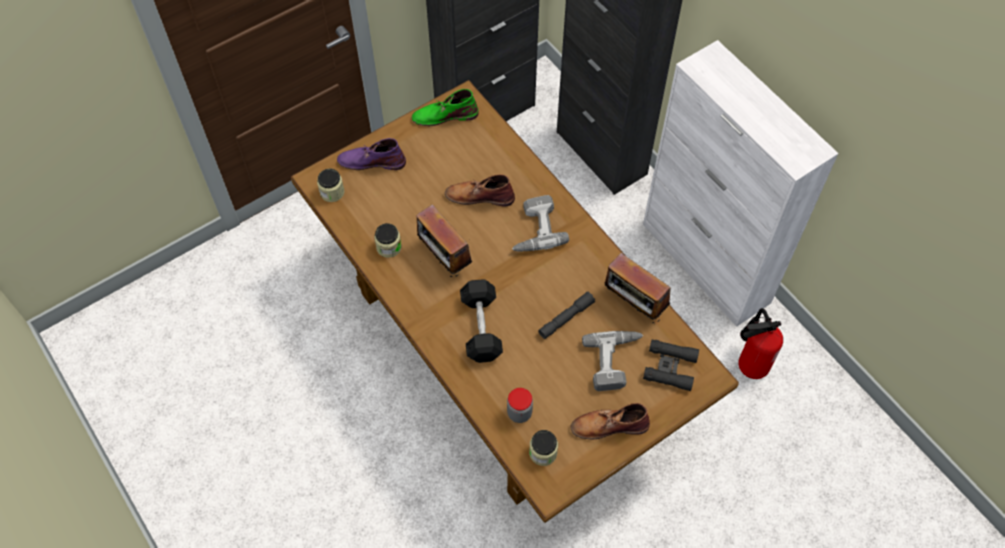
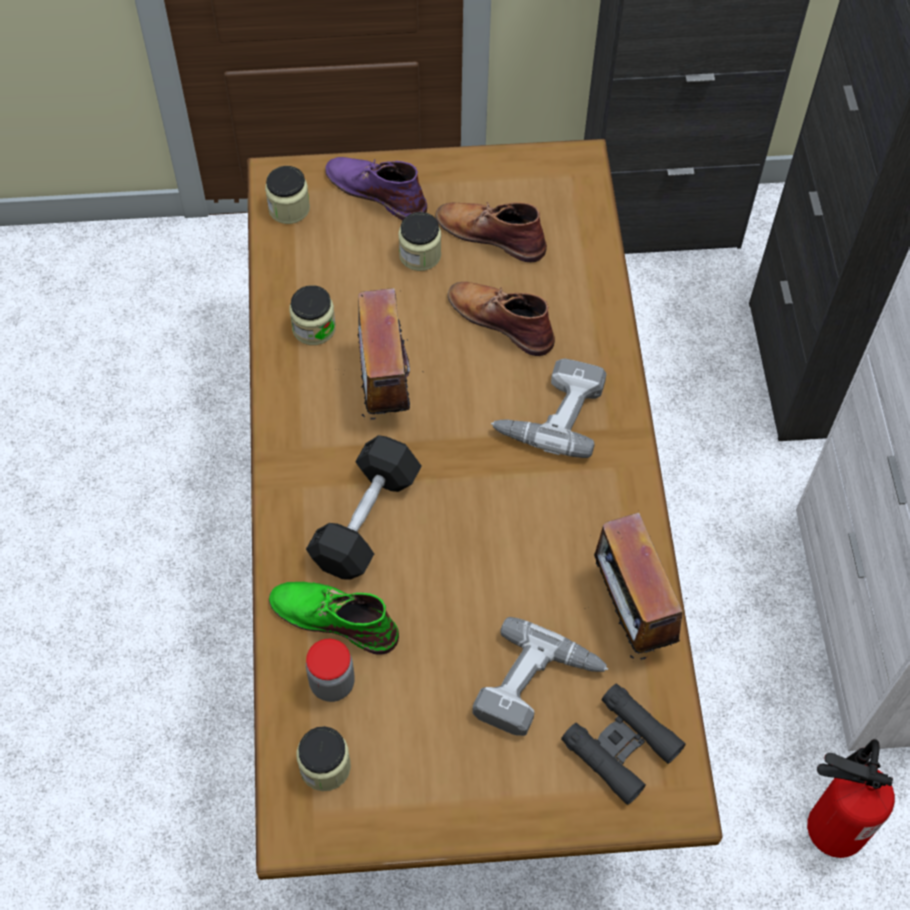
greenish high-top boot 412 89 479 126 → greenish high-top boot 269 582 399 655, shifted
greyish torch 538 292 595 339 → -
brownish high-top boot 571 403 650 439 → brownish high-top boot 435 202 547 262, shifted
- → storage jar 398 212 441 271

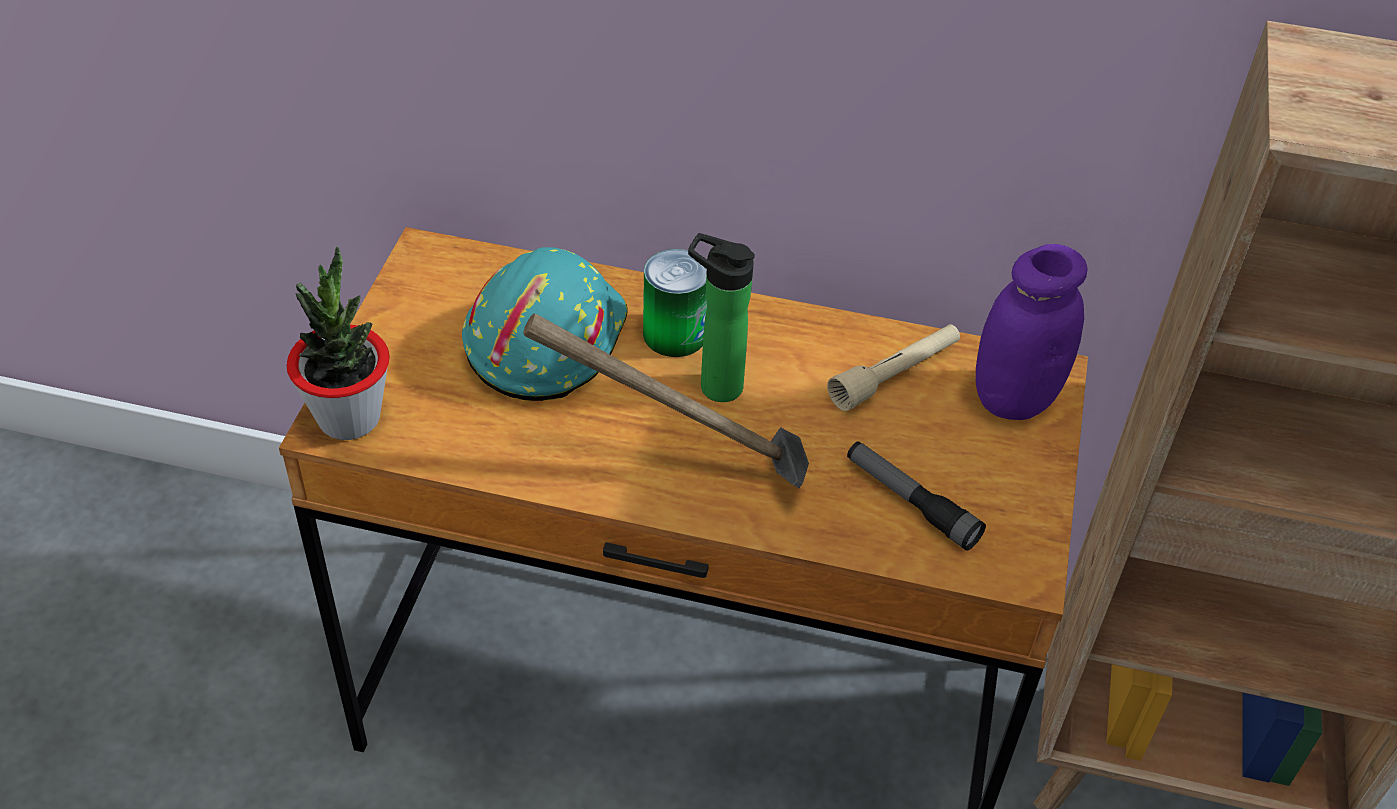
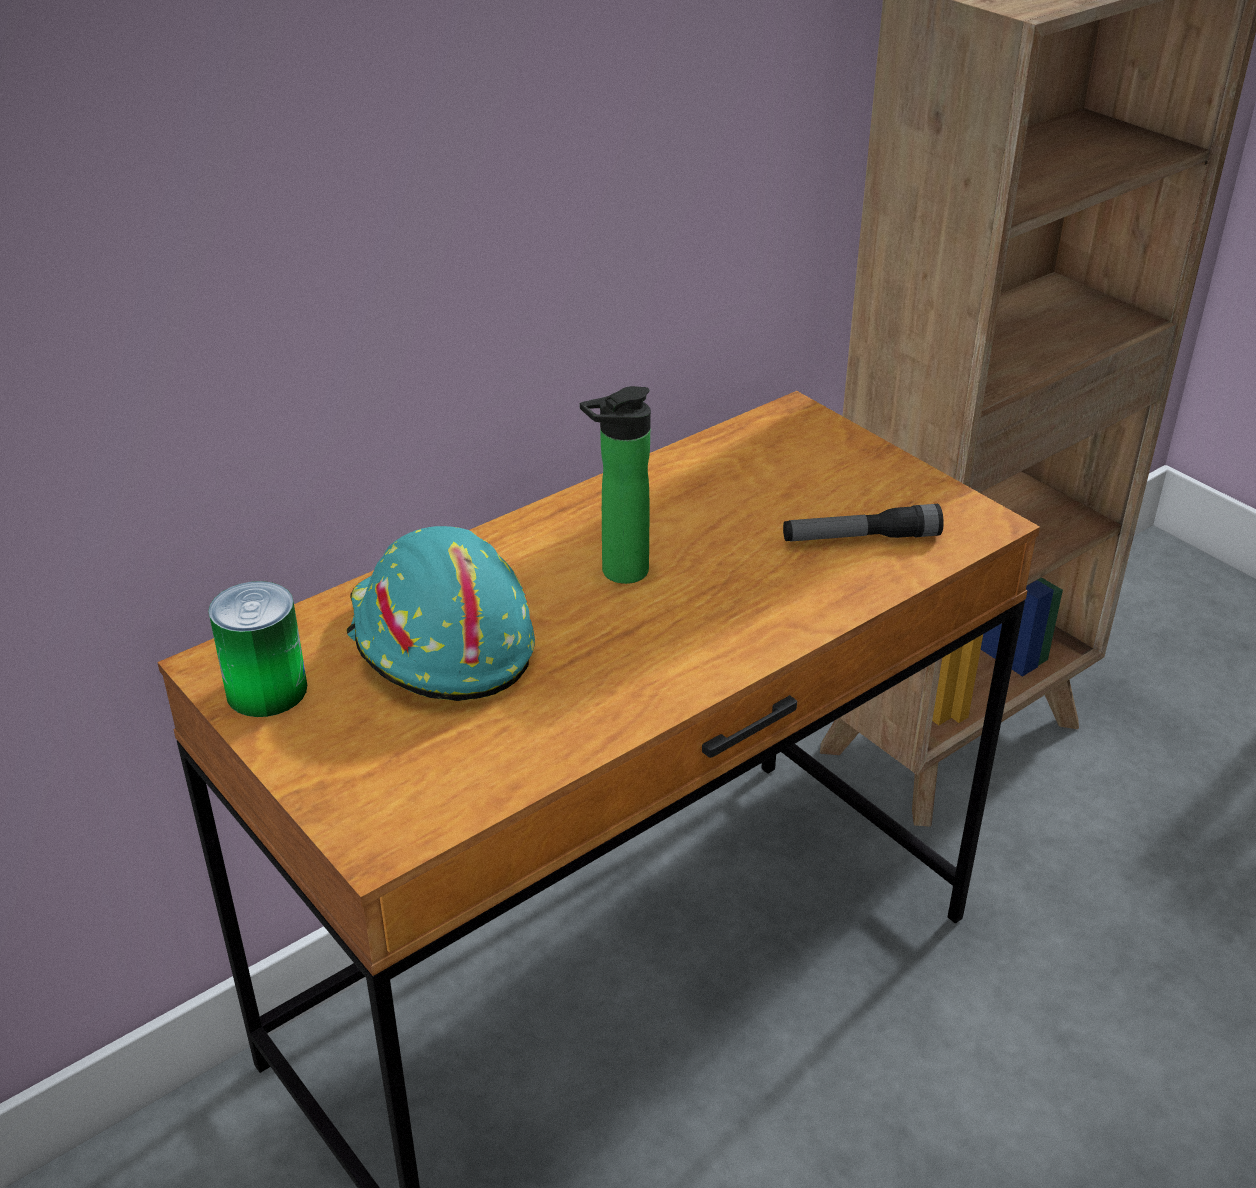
purple storage jar 976 244 1088 420 → -
houseplant 286 247 390 440 → -
can 643 249 707 357 → can 208 581 307 717, shifted
hand hammer 523 314 809 488 → -
sand-coloured torch 827 324 960 411 → -

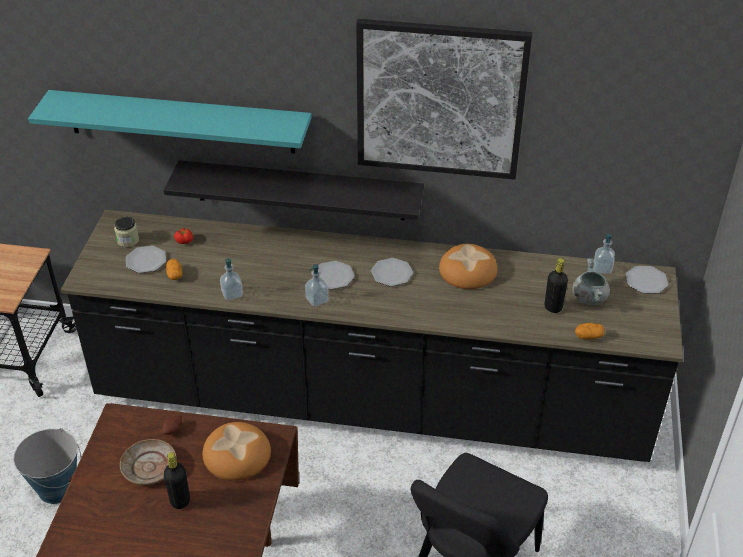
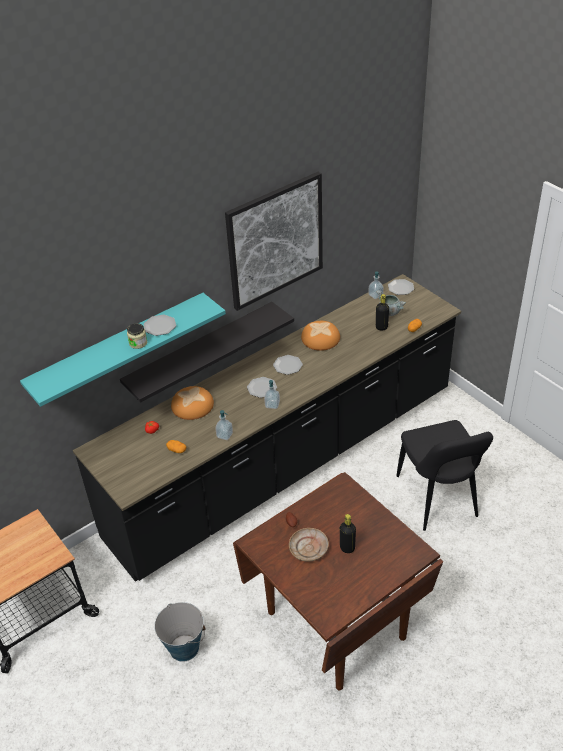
storage jar 114 217 139 247 → storage jar 127 323 147 349, shifted
plate 126 246 166 273 → plate 144 314 176 336, shifted
bread 203 422 271 481 → bread 171 386 214 420, shifted

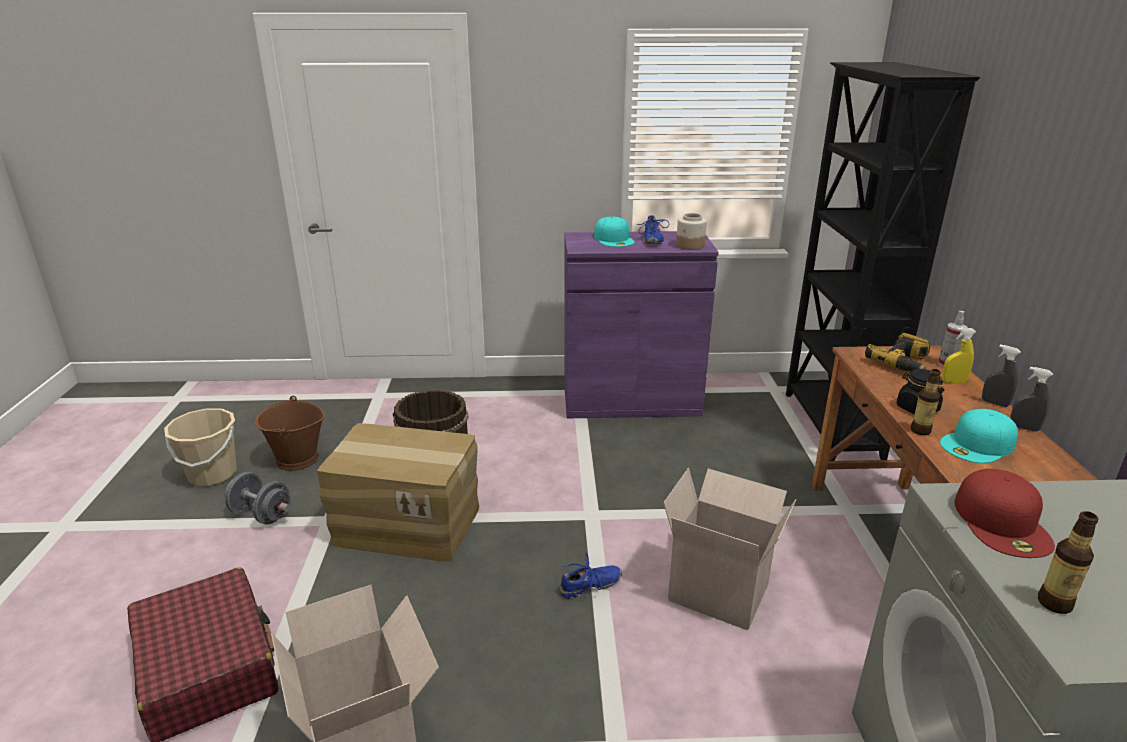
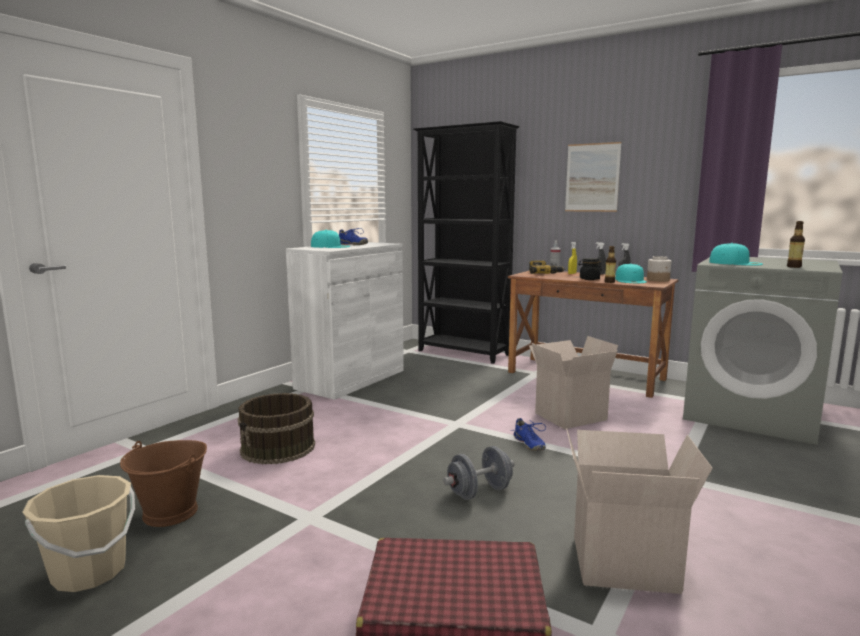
storage jar 676 213 707 250 → storage jar 647 256 671 282, shifted
purple storage cabinet 564 231 719 418 → white storage cabinet 286 242 404 400
carton 317 423 479 562 → -
red-coloured baseball cap 954 469 1055 558 → turquoise-coloured baseball cap 709 243 763 266
greyish dumbbell 225 472 291 525 → greyish dumbbell 443 446 515 500, shifted
bluish shoe 559 553 622 599 → bluish shoe 511 418 546 451, 150 degrees clockwise
- → picture 565 142 622 212

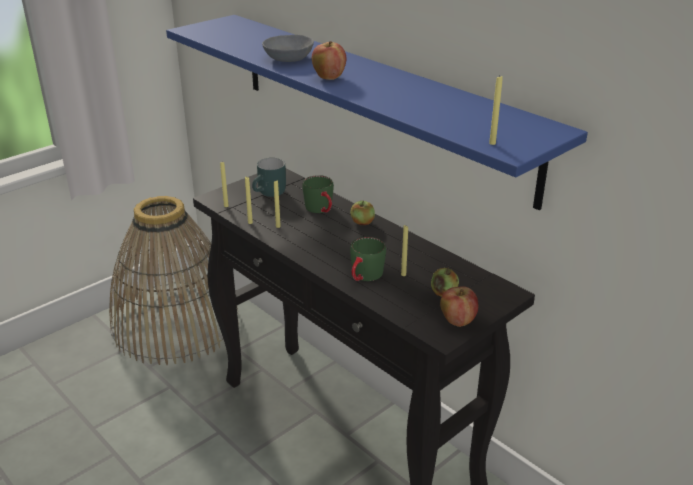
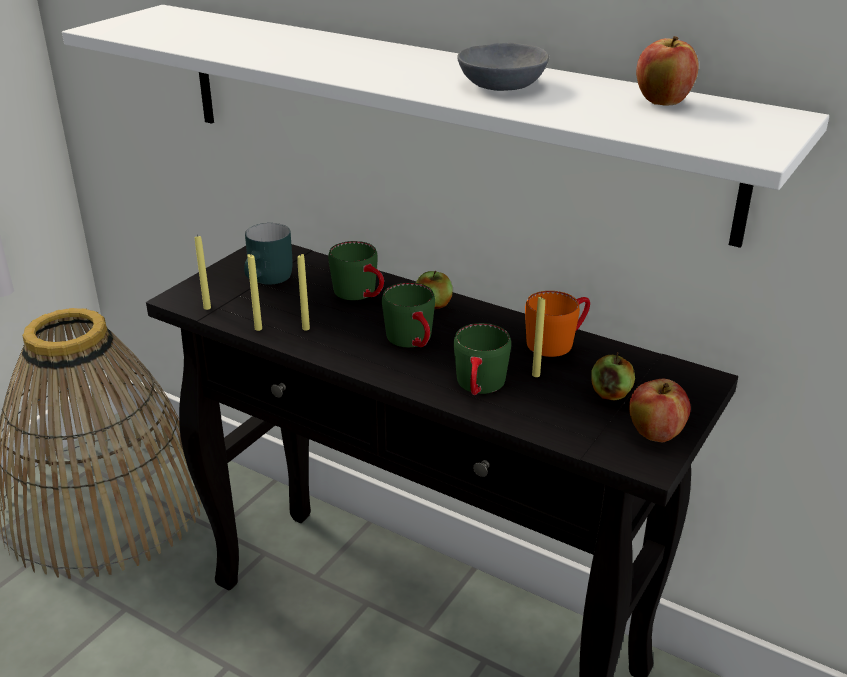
bluish shelf 166 15 588 210 → white shelf 62 5 829 248
greyish bowl 262 35 314 62 → greyish bowl 457 43 549 91, shifted
apple fruit 312 41 347 80 → apple fruit 636 36 699 106, shifted
yellowish wax light 489 76 503 145 → -
- → greenish mug 382 282 435 347
- → orange mug 525 291 590 357

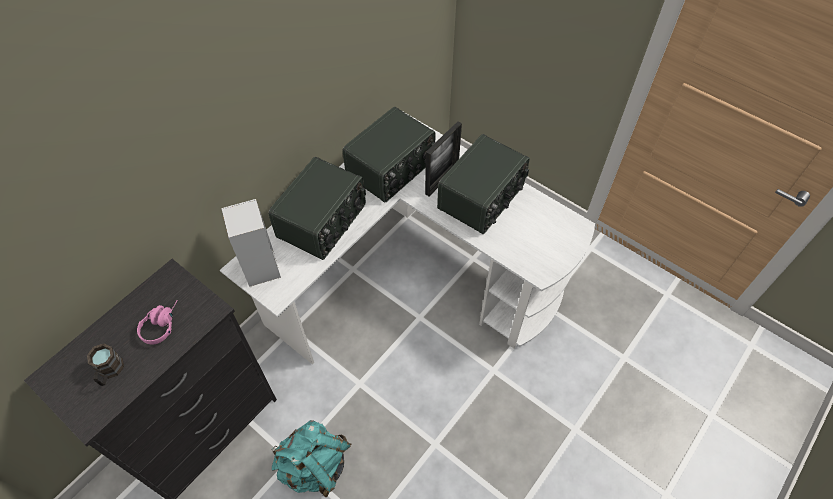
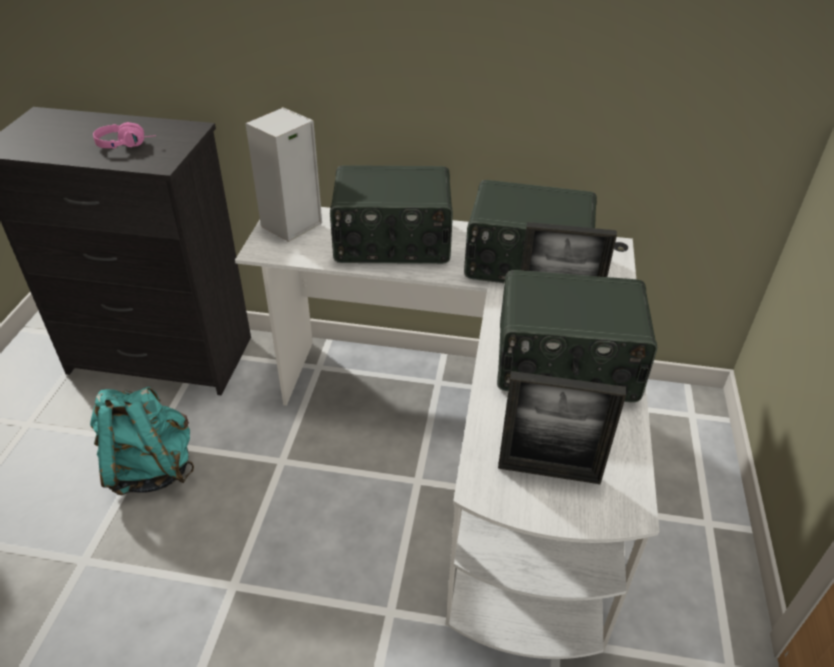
brownish mug 87 343 124 386 → -
- → picture frame 498 371 626 484

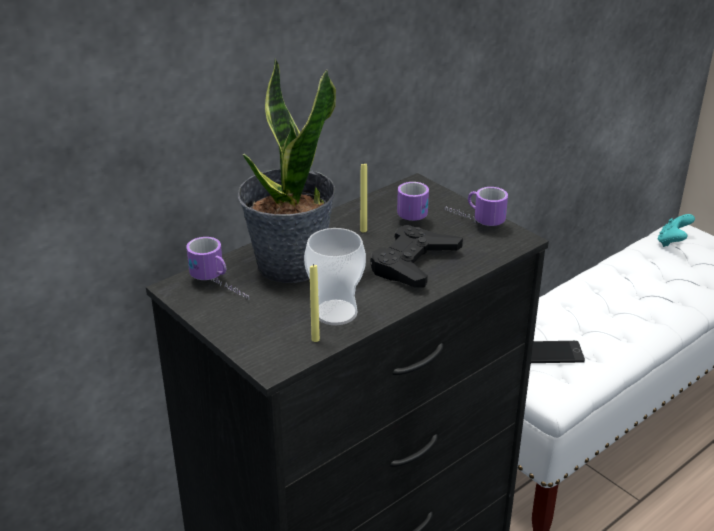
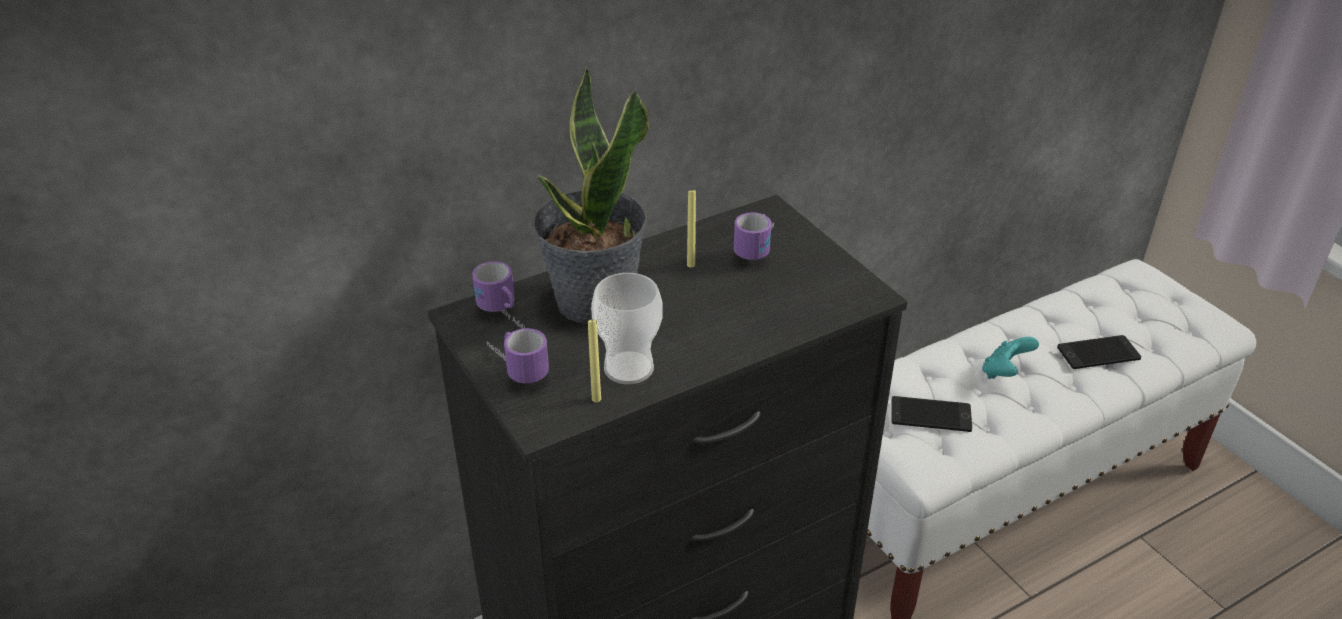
mug 445 187 508 226 → mug 487 328 549 383, shifted
turquoise-coloured joypad 658 214 695 247 → turquoise-coloured joypad 982 337 1039 379, shifted
blackish joypad 371 225 463 288 → -
- → phone 1057 335 1141 369

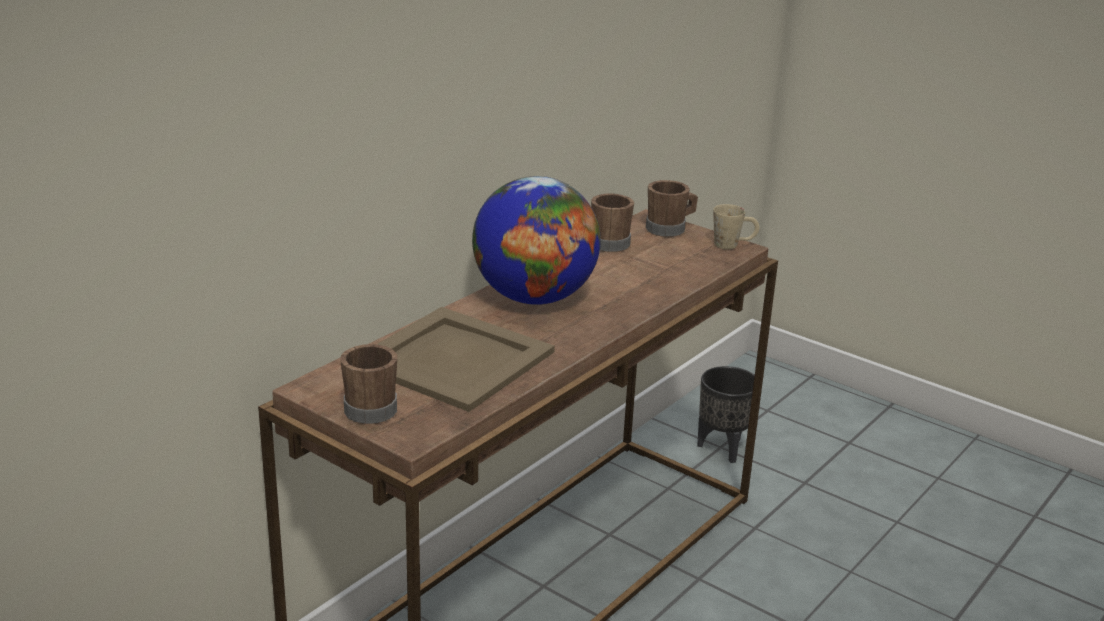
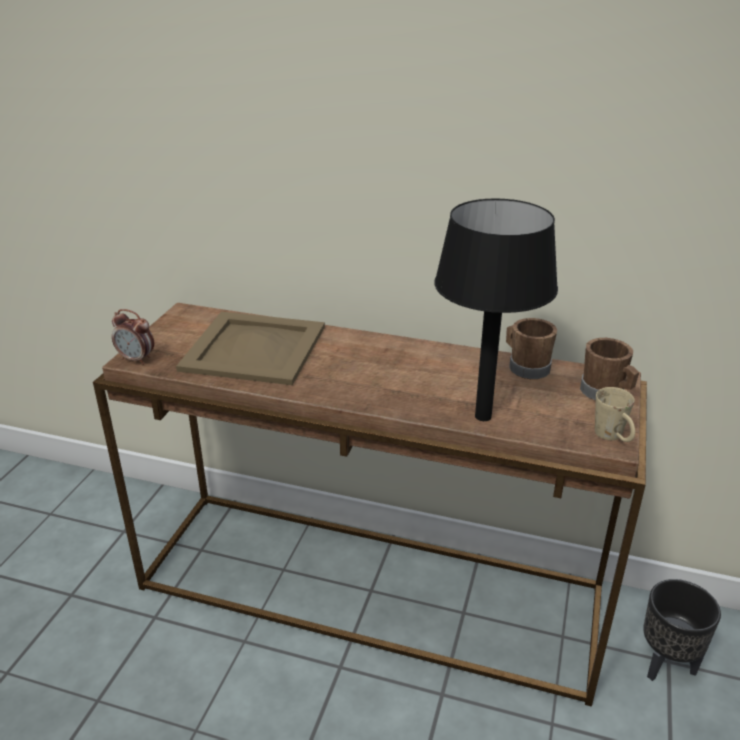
globe 472 176 601 305 → -
brownish mug 341 344 397 424 → -
- → blackish table lamp 434 199 558 421
- → table clock 112 309 154 365

